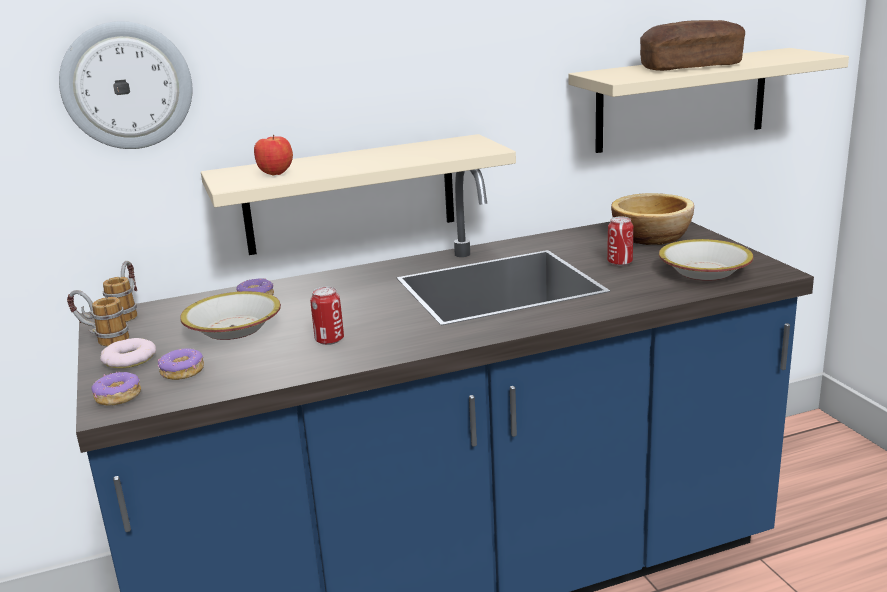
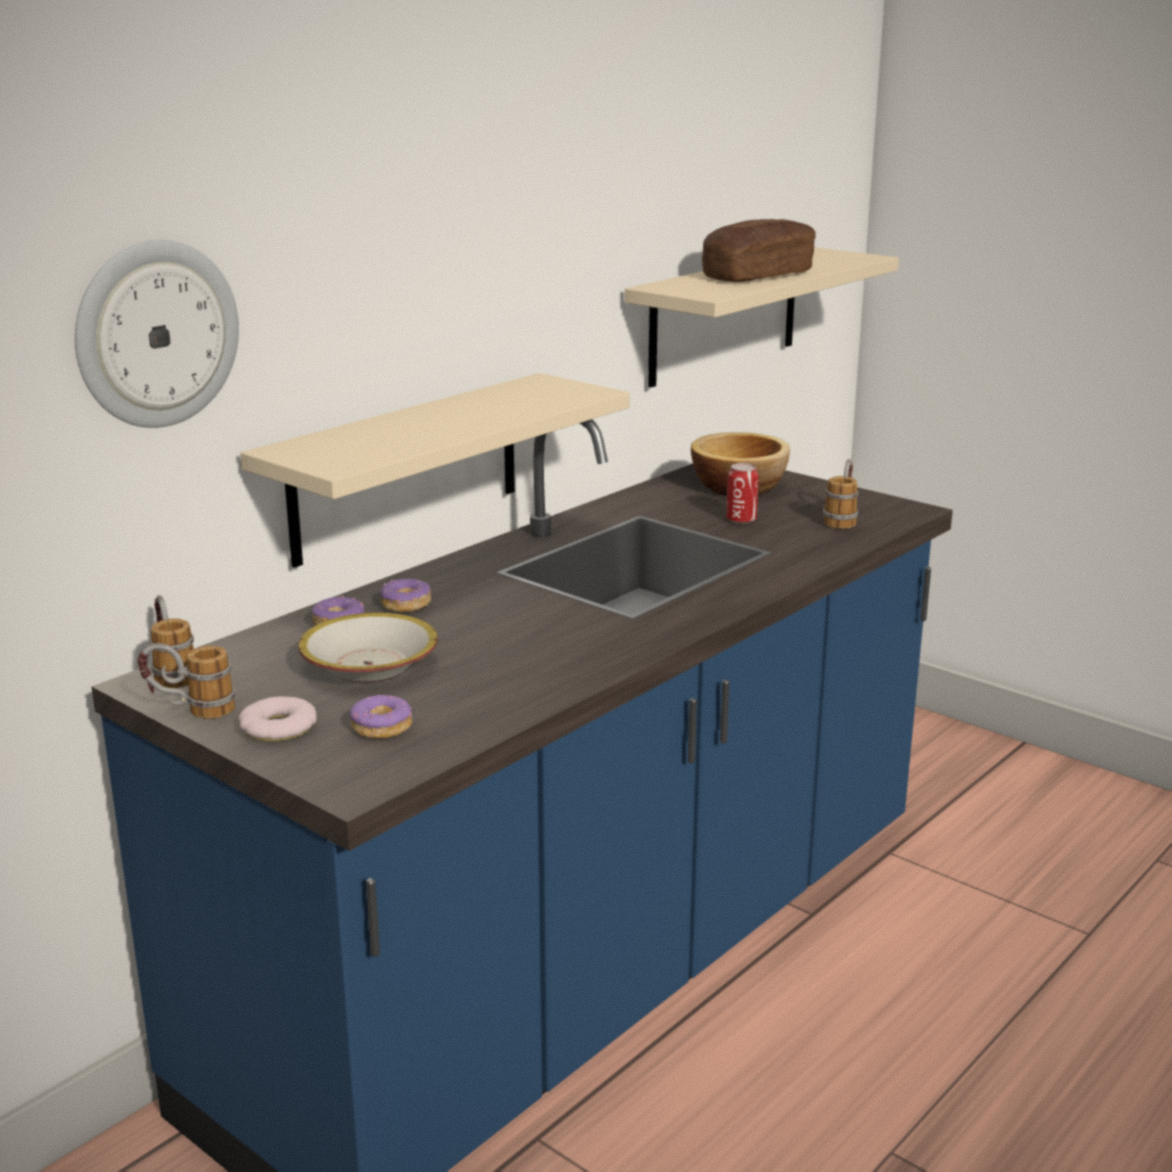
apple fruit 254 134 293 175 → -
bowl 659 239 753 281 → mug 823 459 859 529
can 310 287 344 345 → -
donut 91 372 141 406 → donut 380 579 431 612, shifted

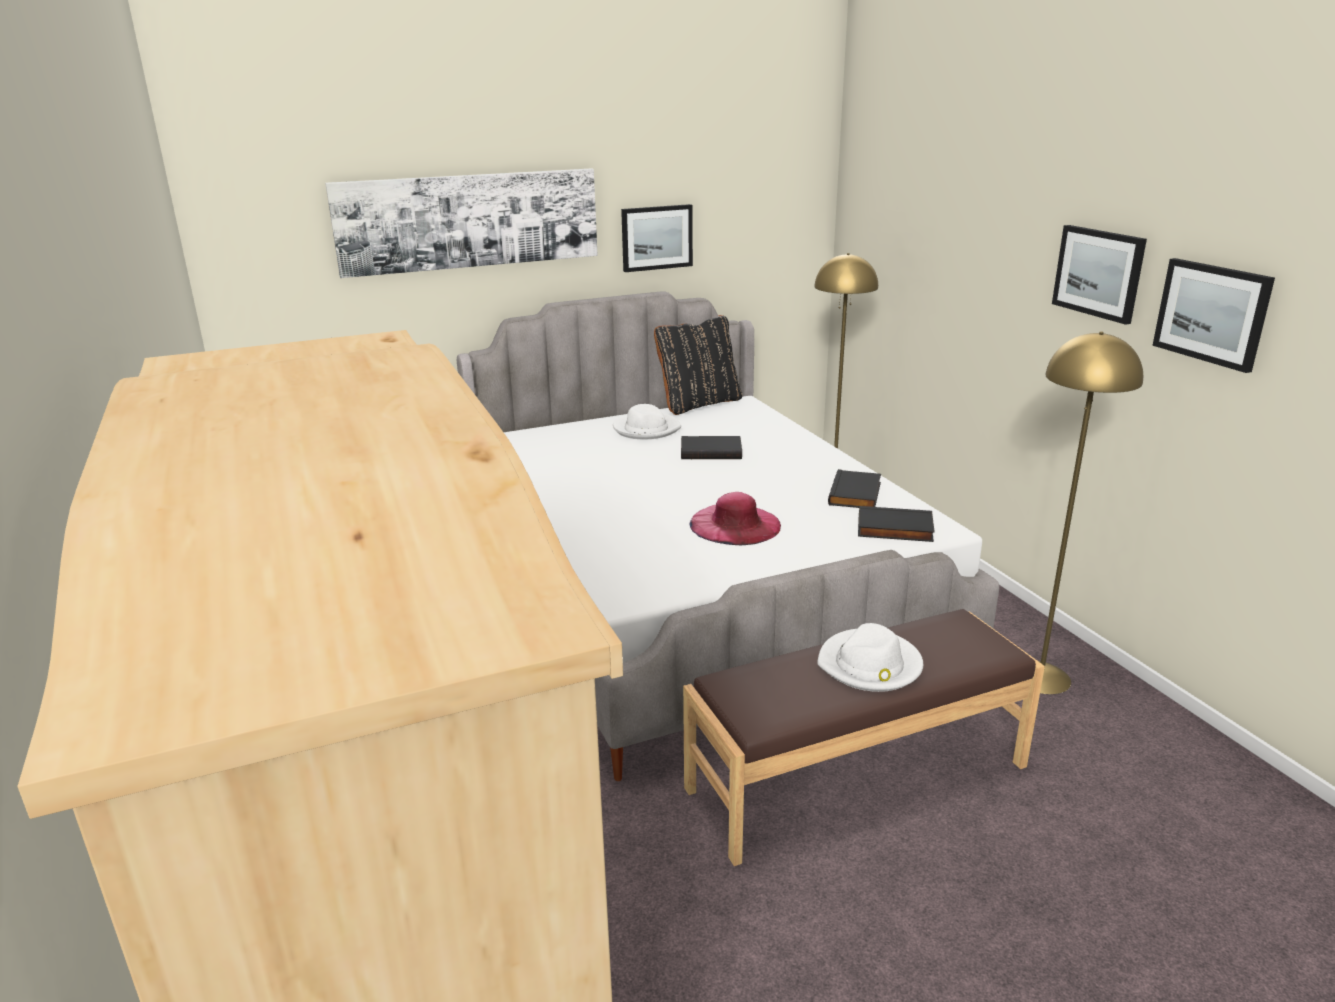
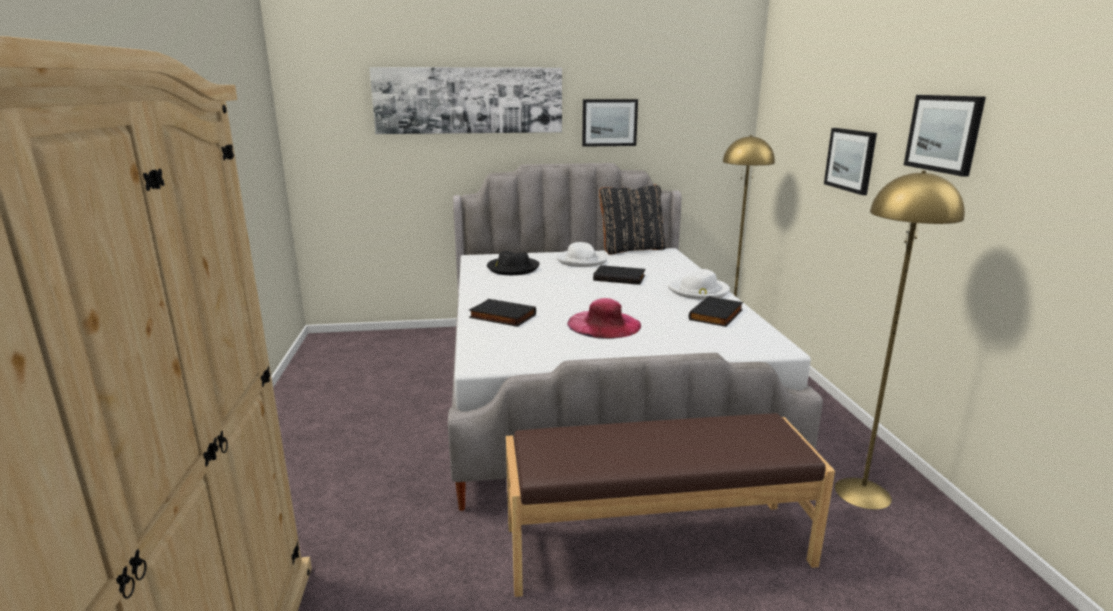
picture 1152 258 1275 373 → picture 824 128 877 195, shifted
blackish bound book 858 506 935 542 → blackish bound book 469 299 536 327, shifted
white clothing hat 817 623 923 692 → white clothing hat 667 269 730 300, shifted
- → blackish clothing hat 487 251 540 275

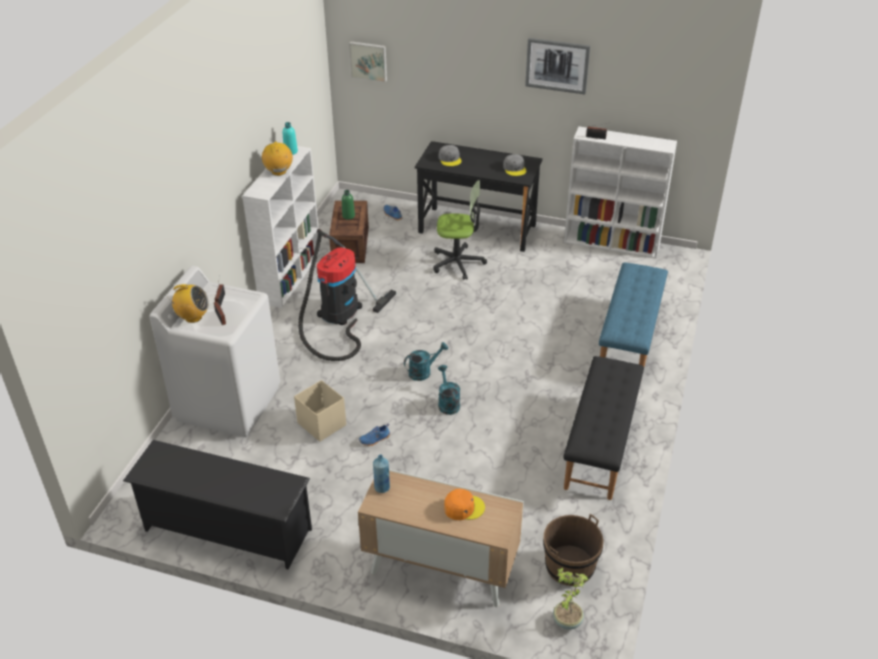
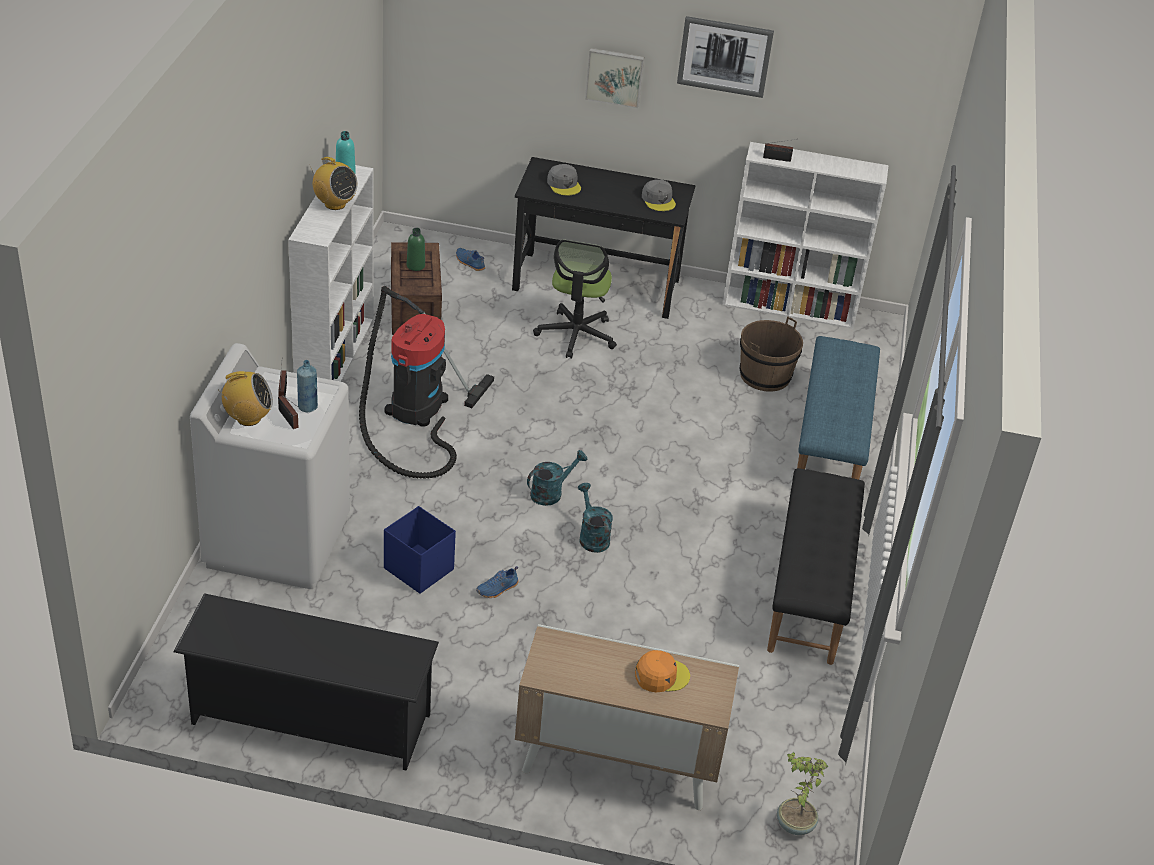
picture 349 41 387 82 → picture 585 48 644 108, shifted
radio receiver 262 141 293 176 → radio receiver 310 157 358 210, 150 degrees clockwise
desk chair 433 180 487 280 → desk chair 533 239 617 359, 105 degrees clockwise
sand-coloured storage box 294 380 346 442 → bluish storage box 384 506 456 594
bluish drink bottle 373 454 390 493 → bluish drink bottle 297 360 318 412, shifted
brownish bucket 543 514 603 586 → brownish bucket 740 316 803 392, shifted

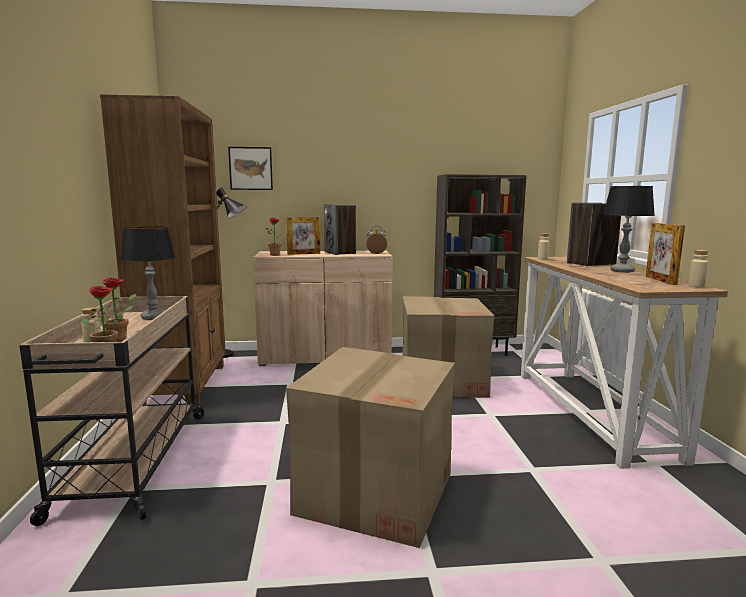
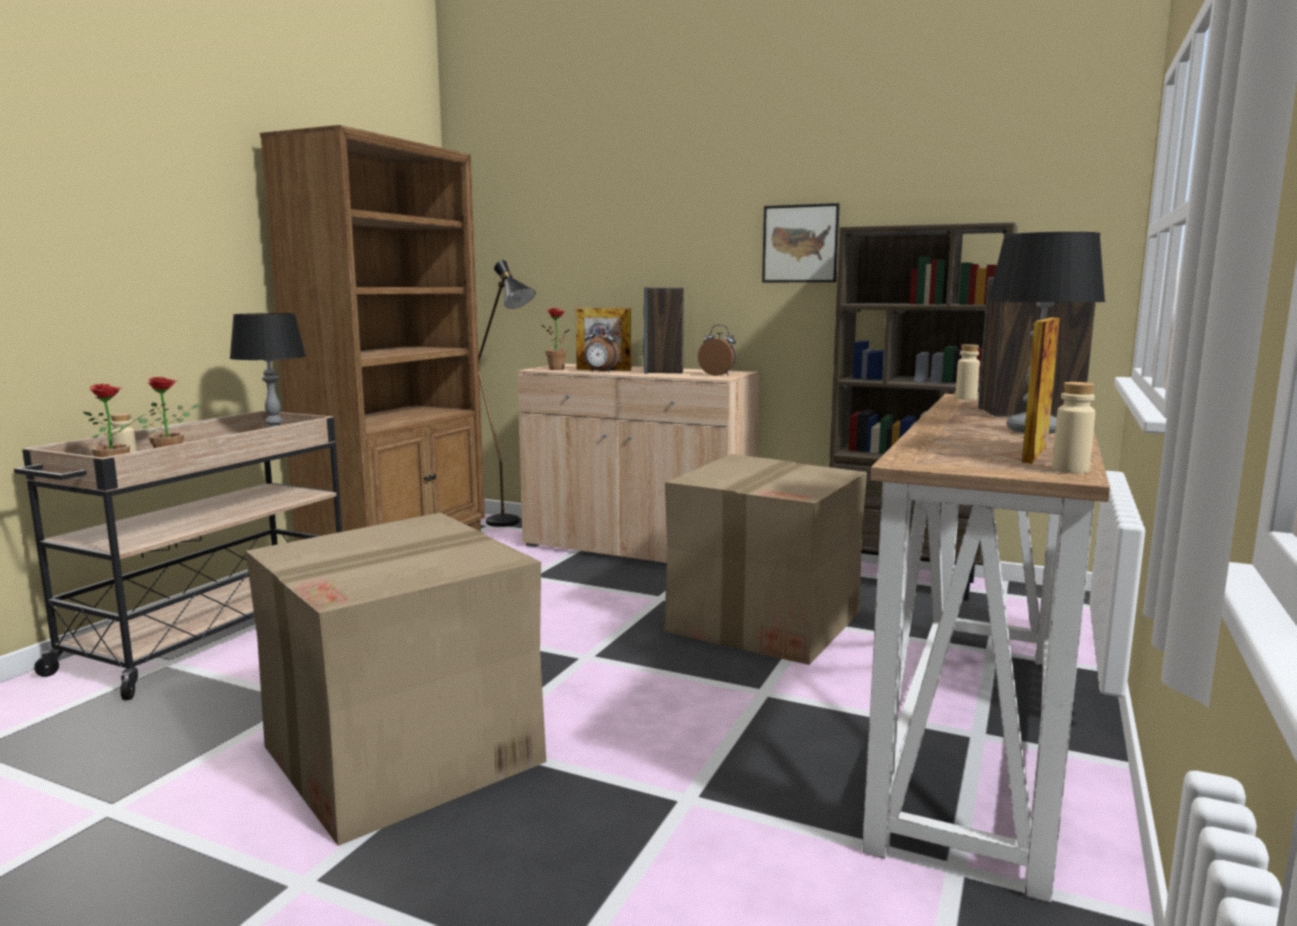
picture 228 147 273 190 → picture 762 203 840 282, shifted
- → table clock 584 323 621 372

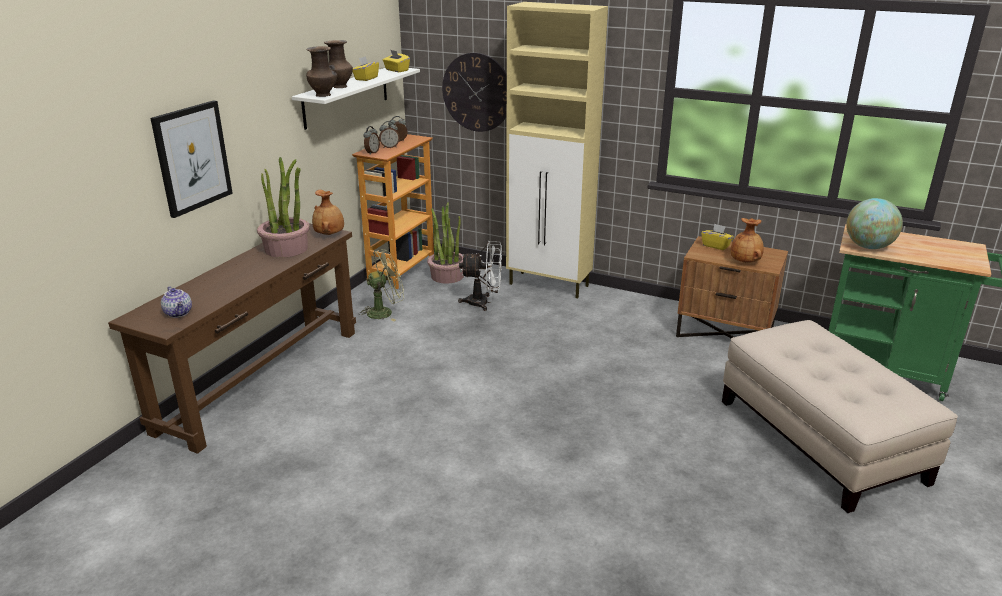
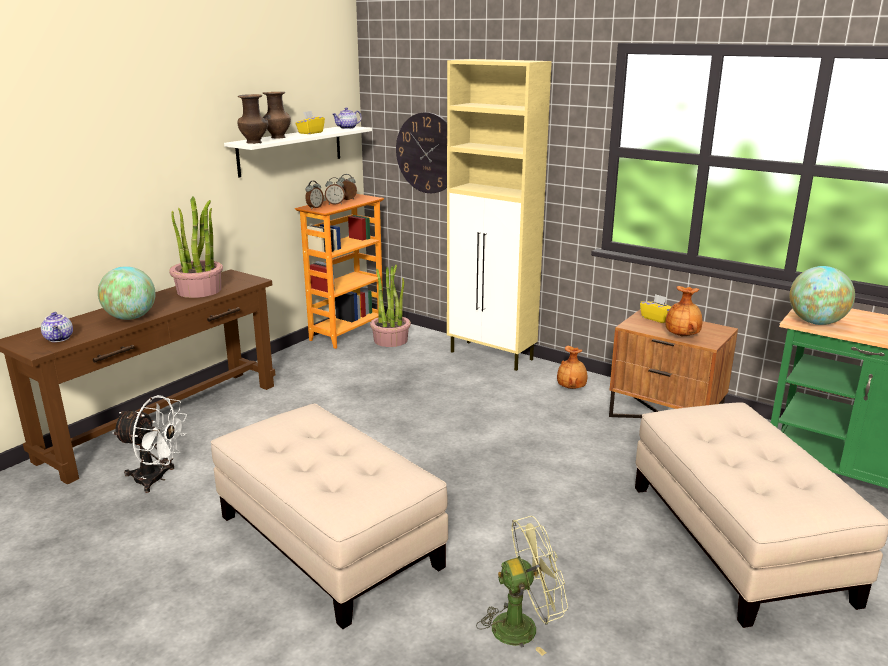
yellowish tissue box 383 50 410 72 → tea pot 332 107 362 129
picture 150 100 233 218 → -
brownish vase 312 190 344 235 → brownish vase 557 346 588 389, shifted
white electric fan 458 241 502 311 → white electric fan 112 395 187 493, shifted
greenish electric fan 358 249 404 321 → greenish electric fan 476 516 568 656, shifted
- → globe 98 266 155 320
- → sand-coloured ottoman 211 404 448 629

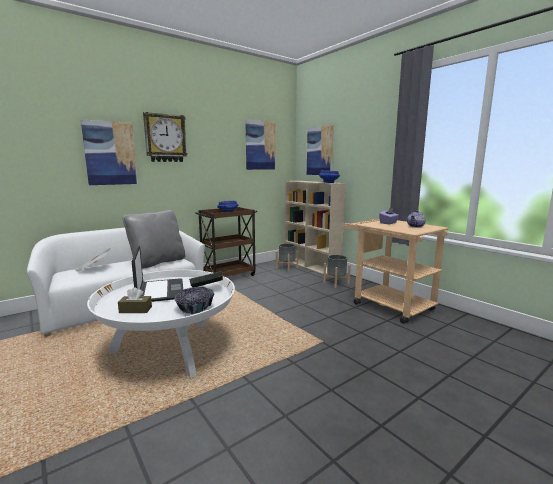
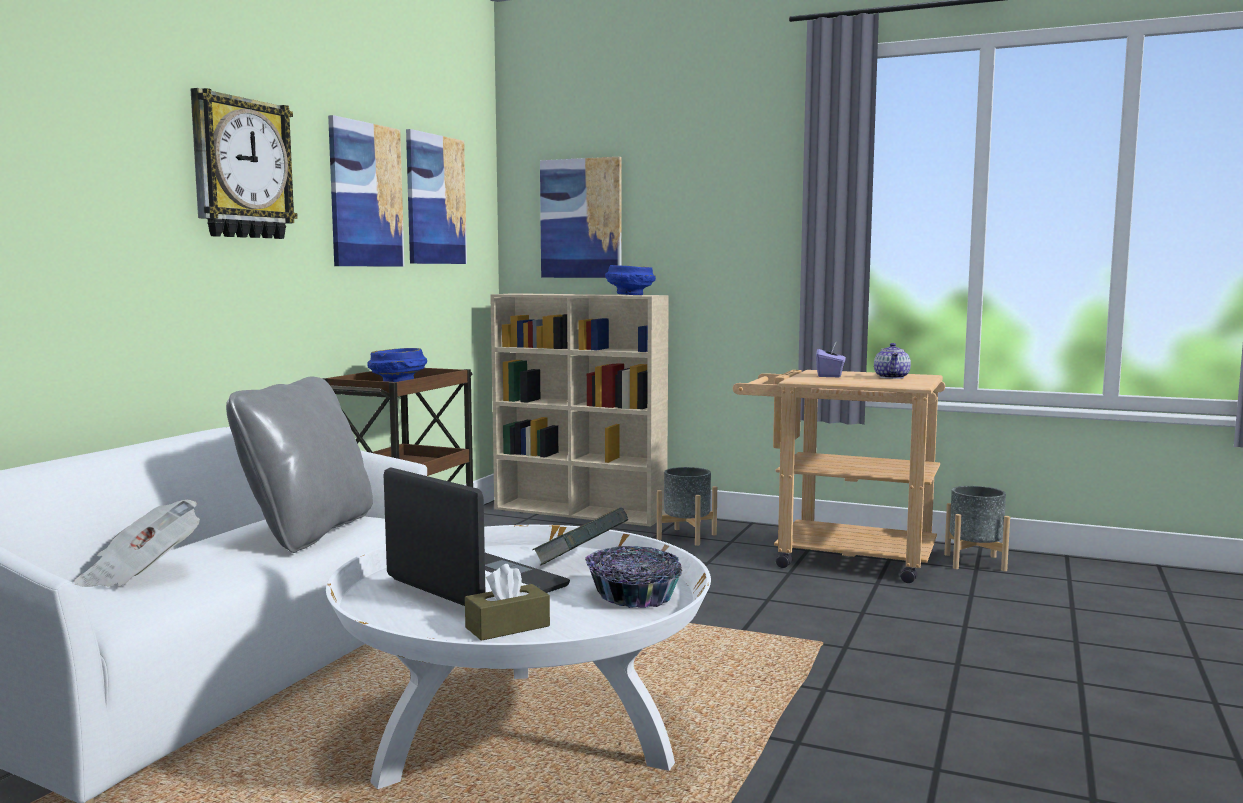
picture 81 119 138 185 → picture 328 115 404 266, shifted
greyish planter 276 243 298 272 → greyish planter 944 486 1010 571, shifted

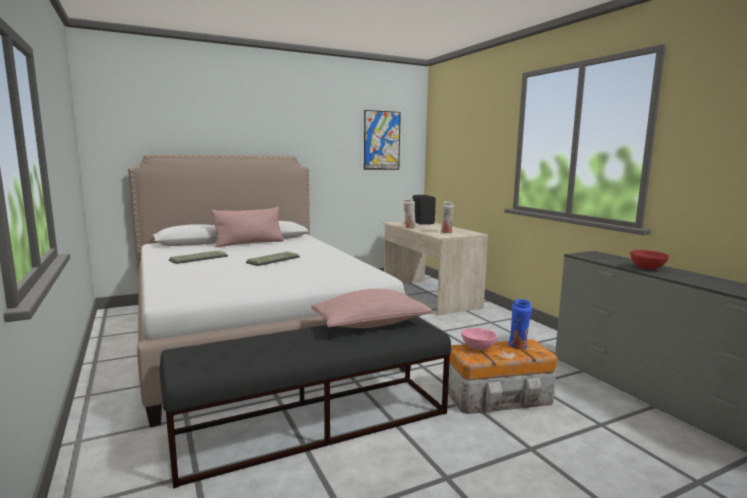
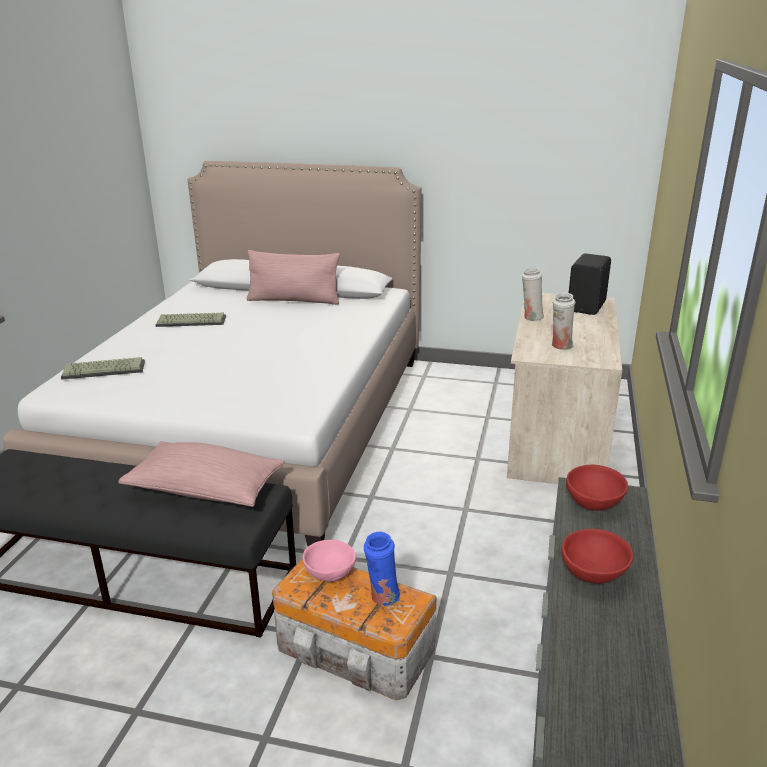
picture 364 110 401 170 → -
PC keyboard 246 252 300 266 → PC keyboard 61 357 145 380, shifted
- → red-coloured bowl 566 465 628 510

